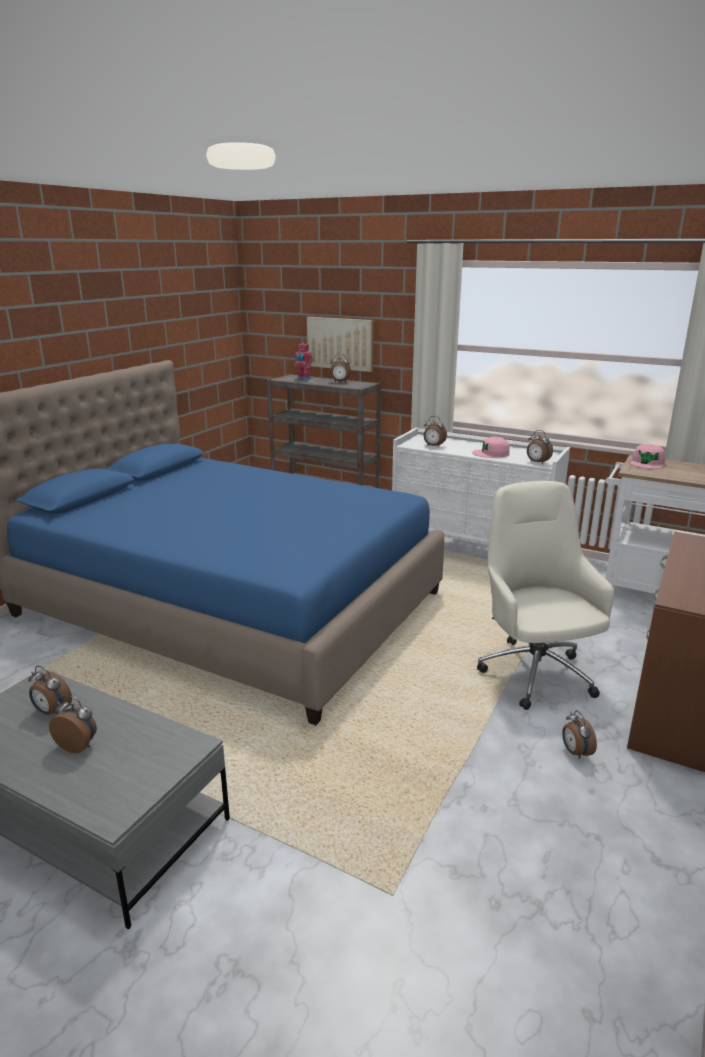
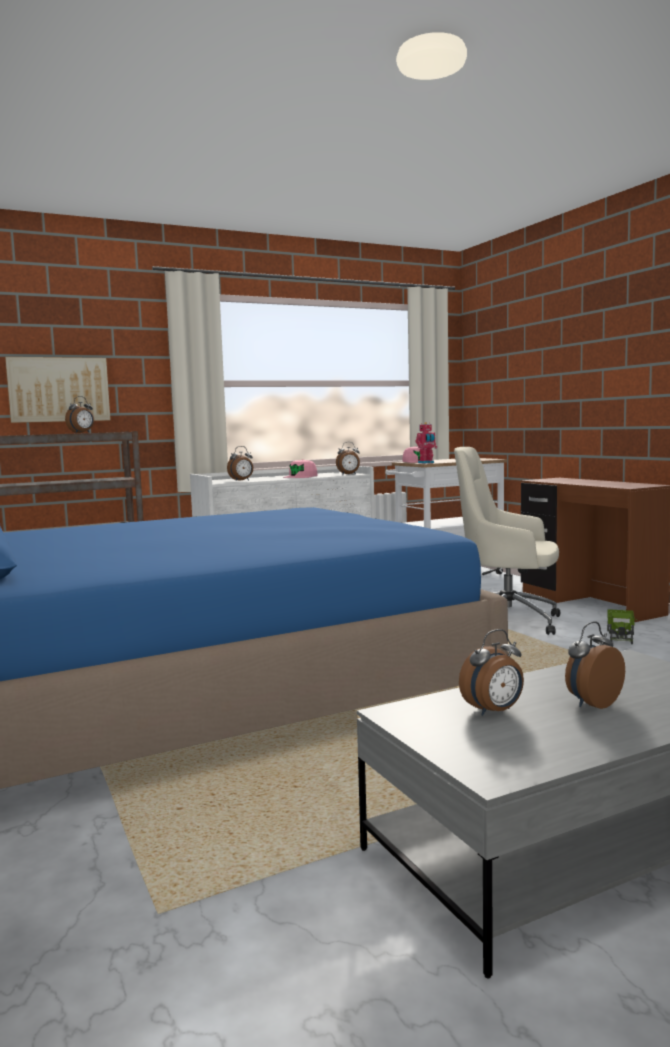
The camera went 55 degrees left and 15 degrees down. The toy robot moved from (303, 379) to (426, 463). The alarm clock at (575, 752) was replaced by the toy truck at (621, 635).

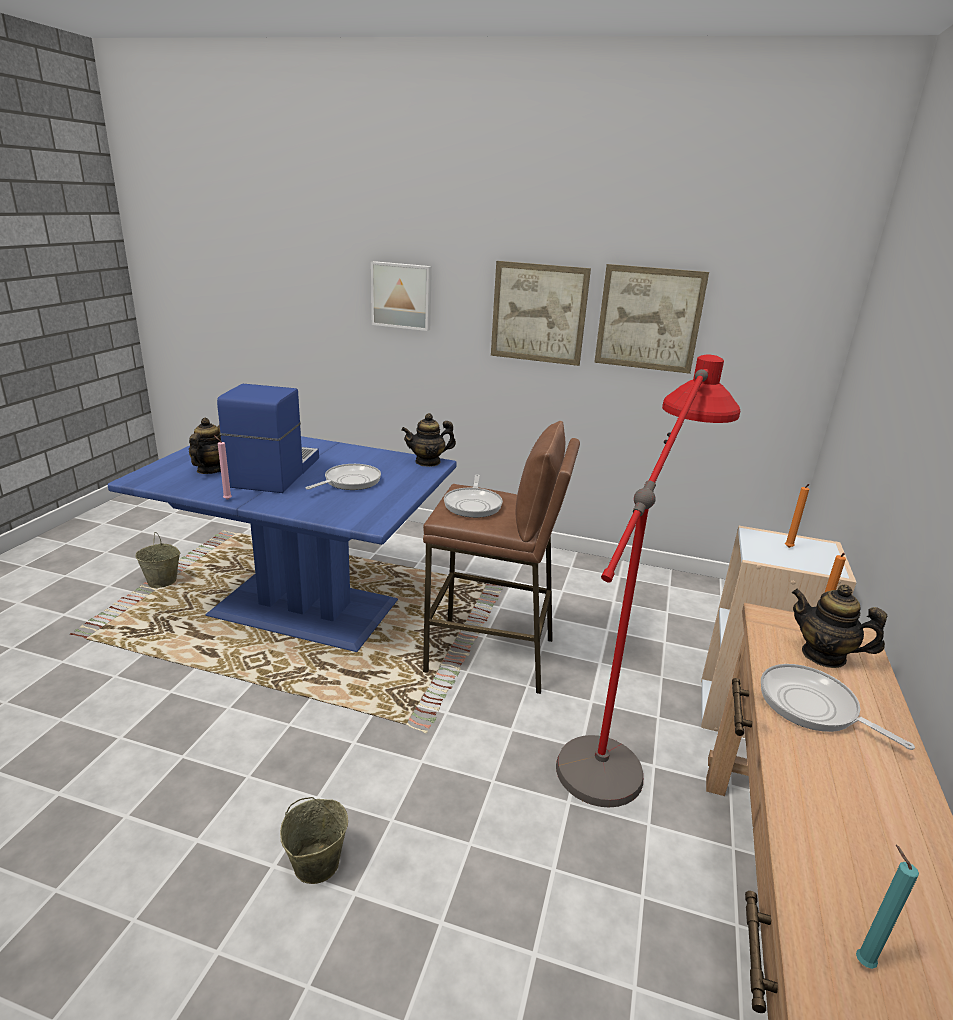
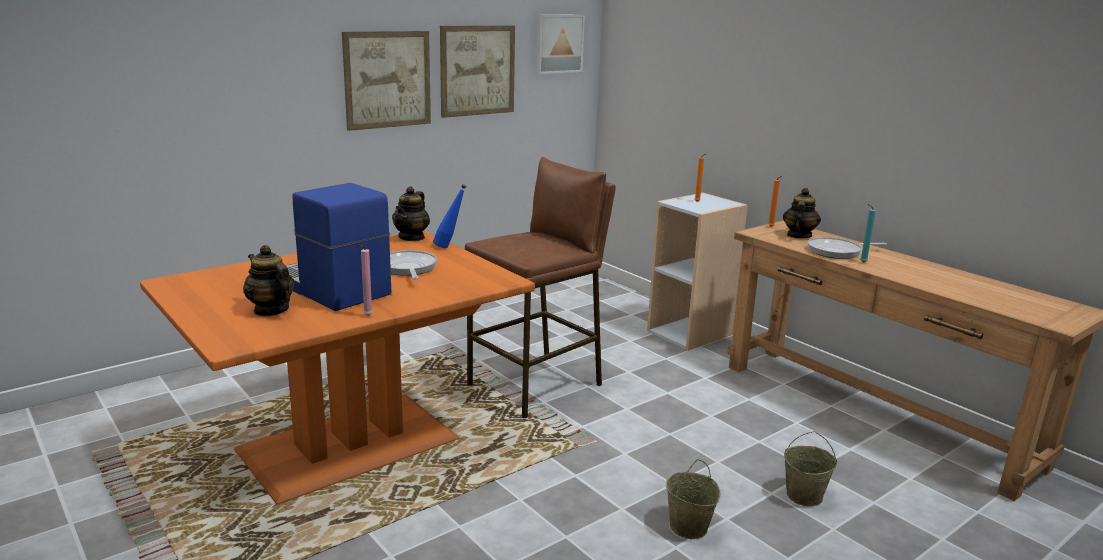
The camera went 55 degrees left and 5 degrees down. The frying pan at (473, 504) disappeared. The red floor lamp at (620, 734) disappeared. The blue bottle at (449, 247) appeared. The beige bucket moved from (163, 581) to (804, 495). The picture moved from (402, 295) to (557, 43). The turquoise candle moved from (861, 960) to (862, 262). The blue dining table at (304, 609) became the orange dining table at (351, 446). The teapot at (824, 655) turned 135 degrees clockwise.

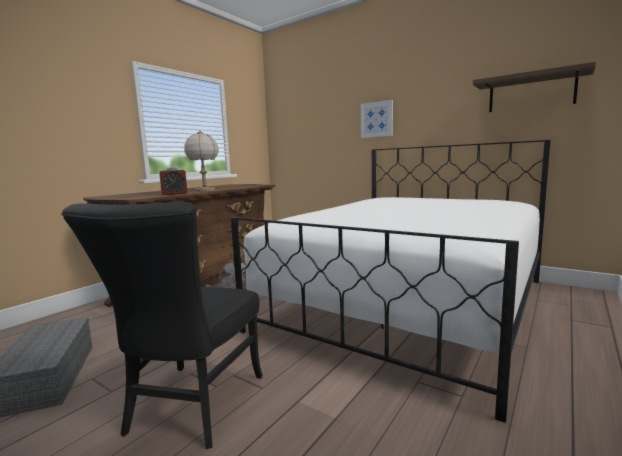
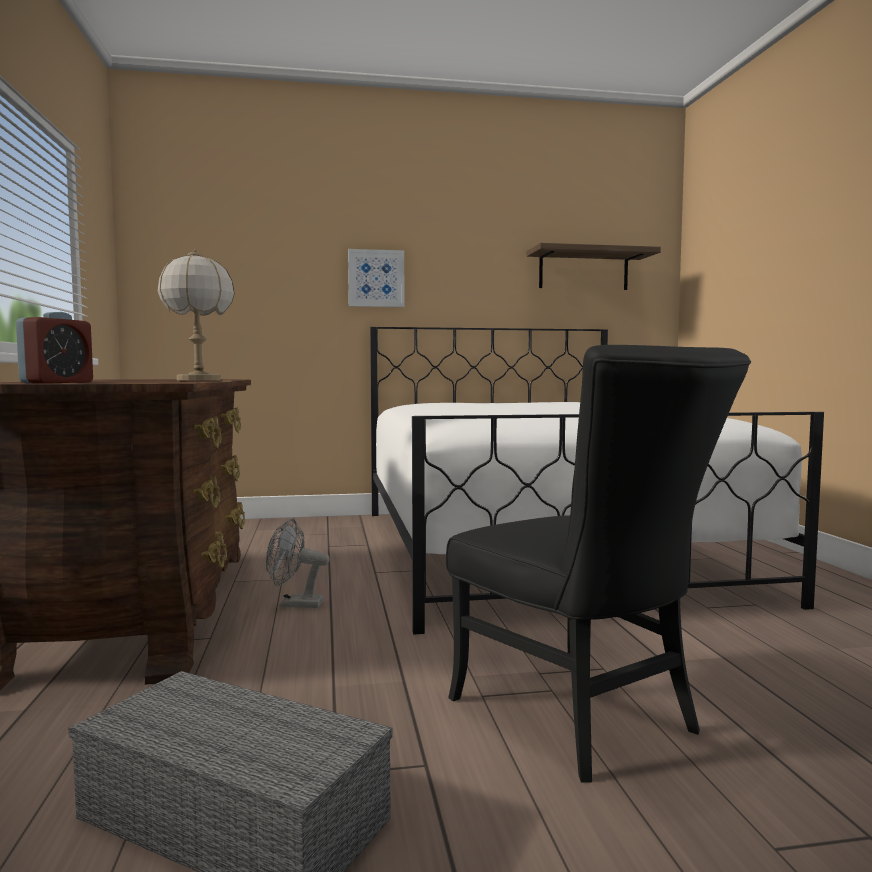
The camera went 45 degrees left and 5 degrees down. The alarm clock moved from (174, 194) to (57, 382).

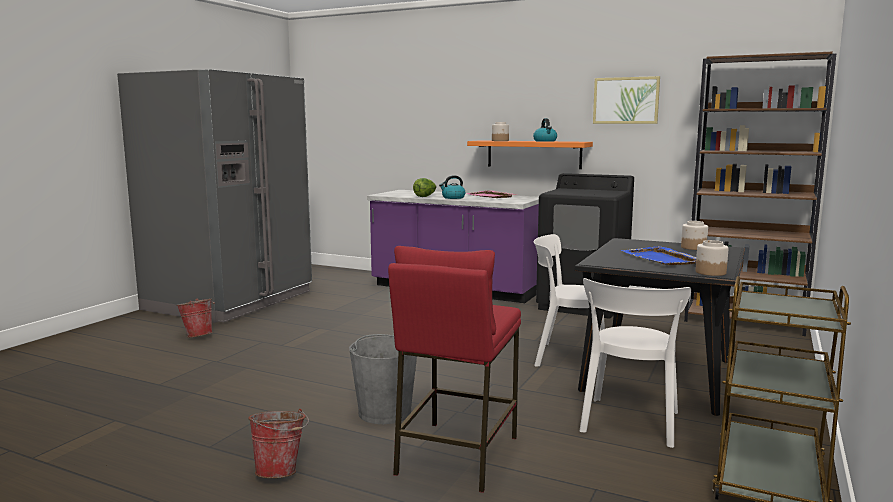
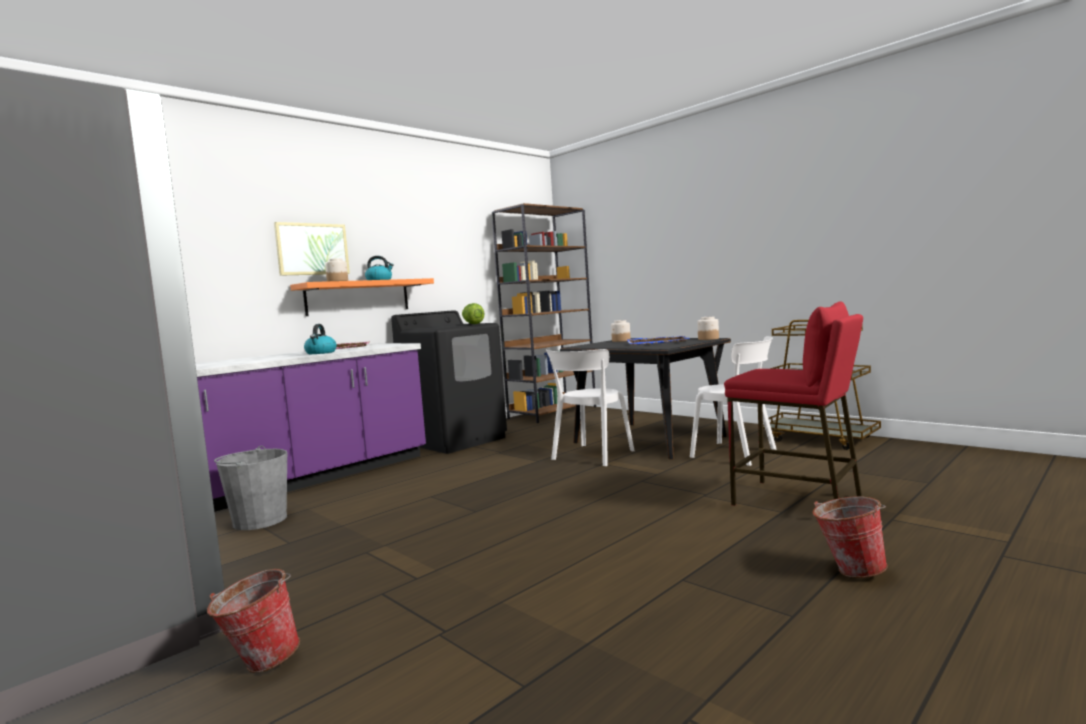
The camera went 70 degrees left and 5 degrees down. The grey bucket moved from (384, 412) to (259, 520). The lettuce moved from (425, 196) to (473, 324). The picture moved from (626, 100) to (312, 249).

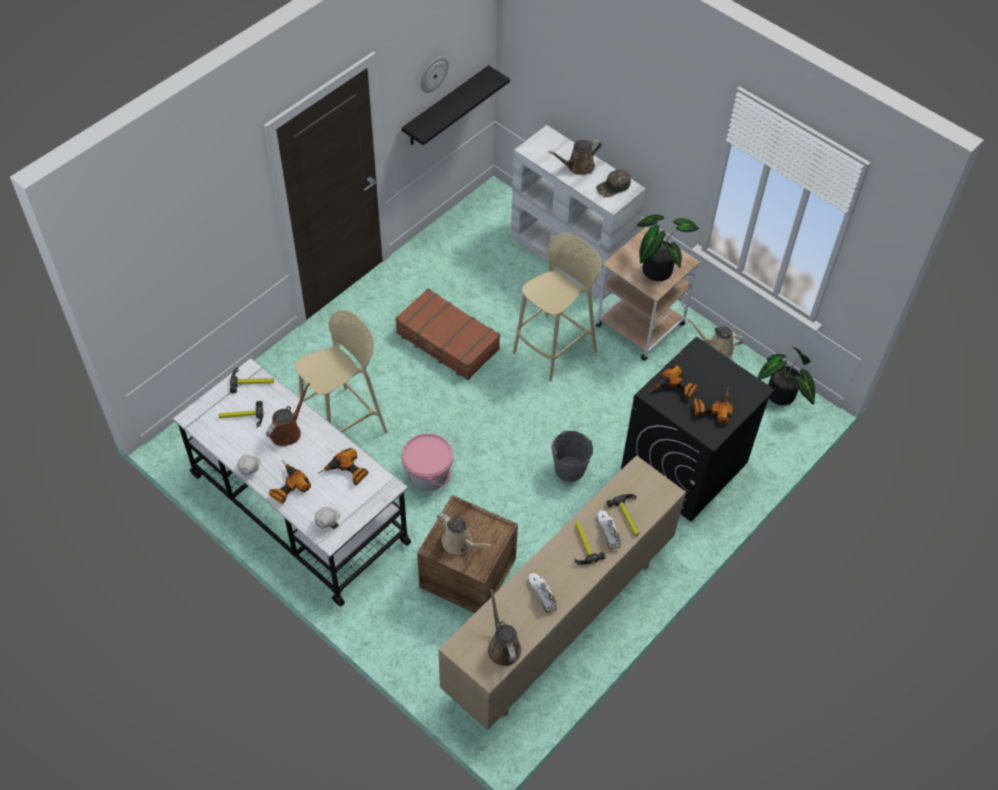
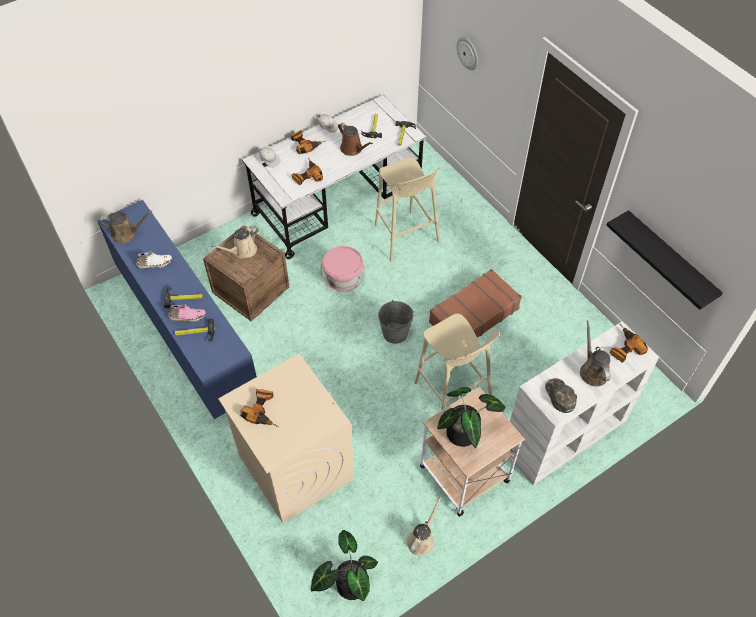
The camera went 105 degrees right and 0 degrees up. The wall clock moved from (433, 73) to (468, 53). The grey bucket moved from (569, 469) to (395, 333). The power drill moved from (675, 389) to (623, 347). The beige cabinet at (560, 623) became the blue cabinet at (187, 338). The white shoe at (609, 532) became the pink shoe at (187, 317). The black washing machine at (684, 466) became the beige washing machine at (295, 466).

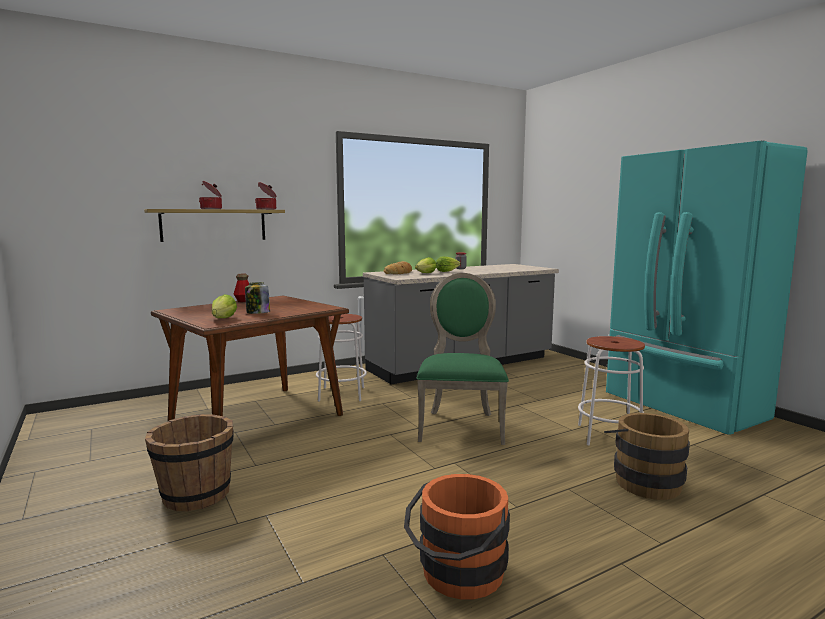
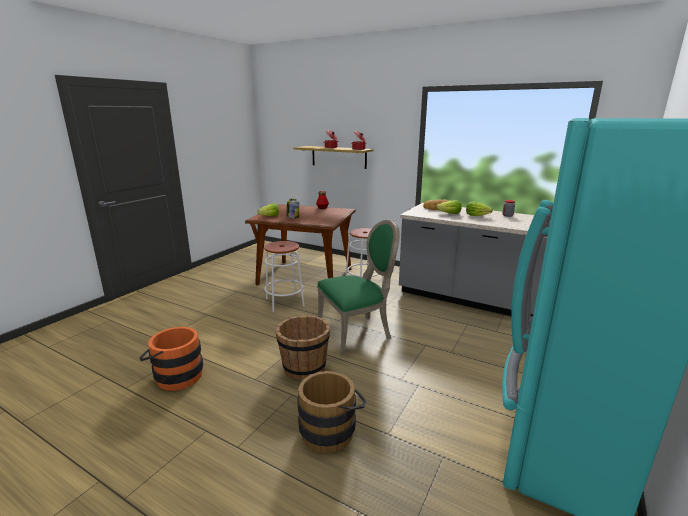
The camera went 60 degrees right and 10 degrees up. The brown bucket moved from (195, 495) to (304, 368). The white stool moved from (608, 435) to (284, 302).

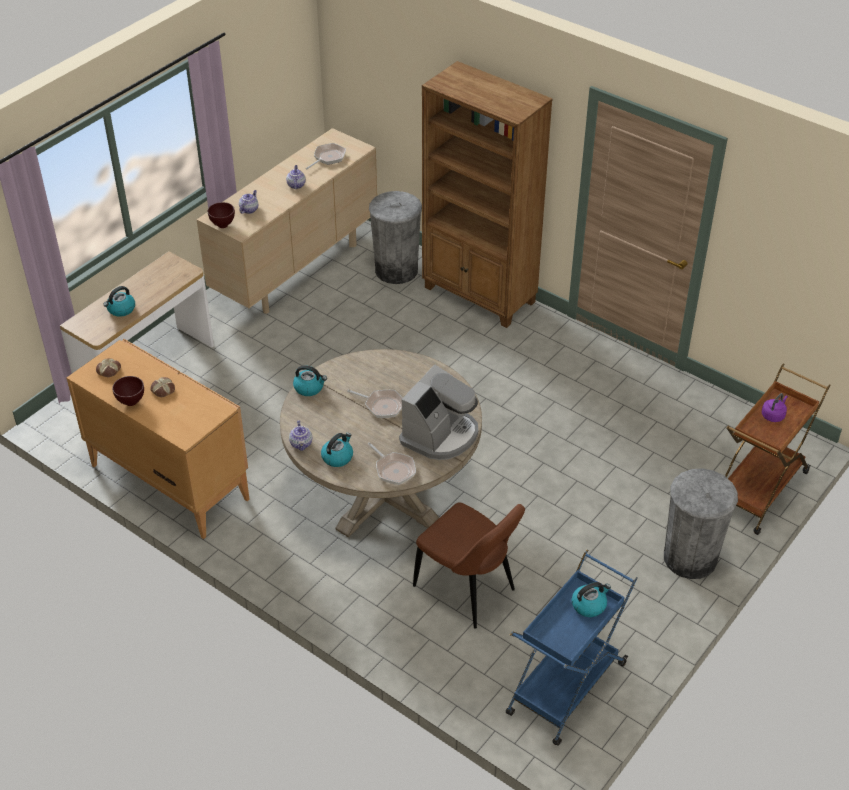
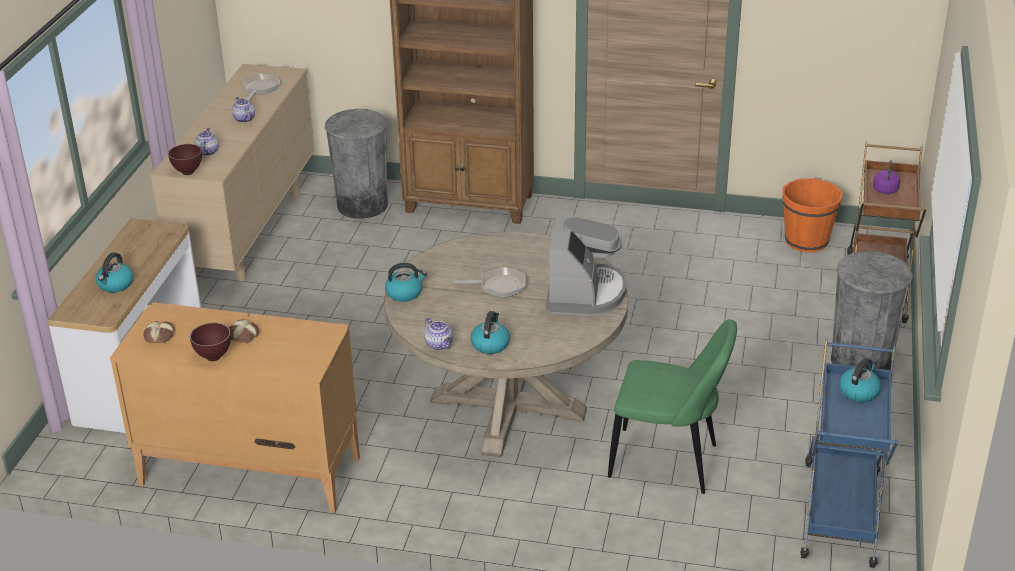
The camera went 25 degrees left and 10 degrees down. The frying pan at (393, 469) disappeared. The orange bucket at (806, 241) appeared. The brown chair at (468, 590) became the green chair at (668, 462).

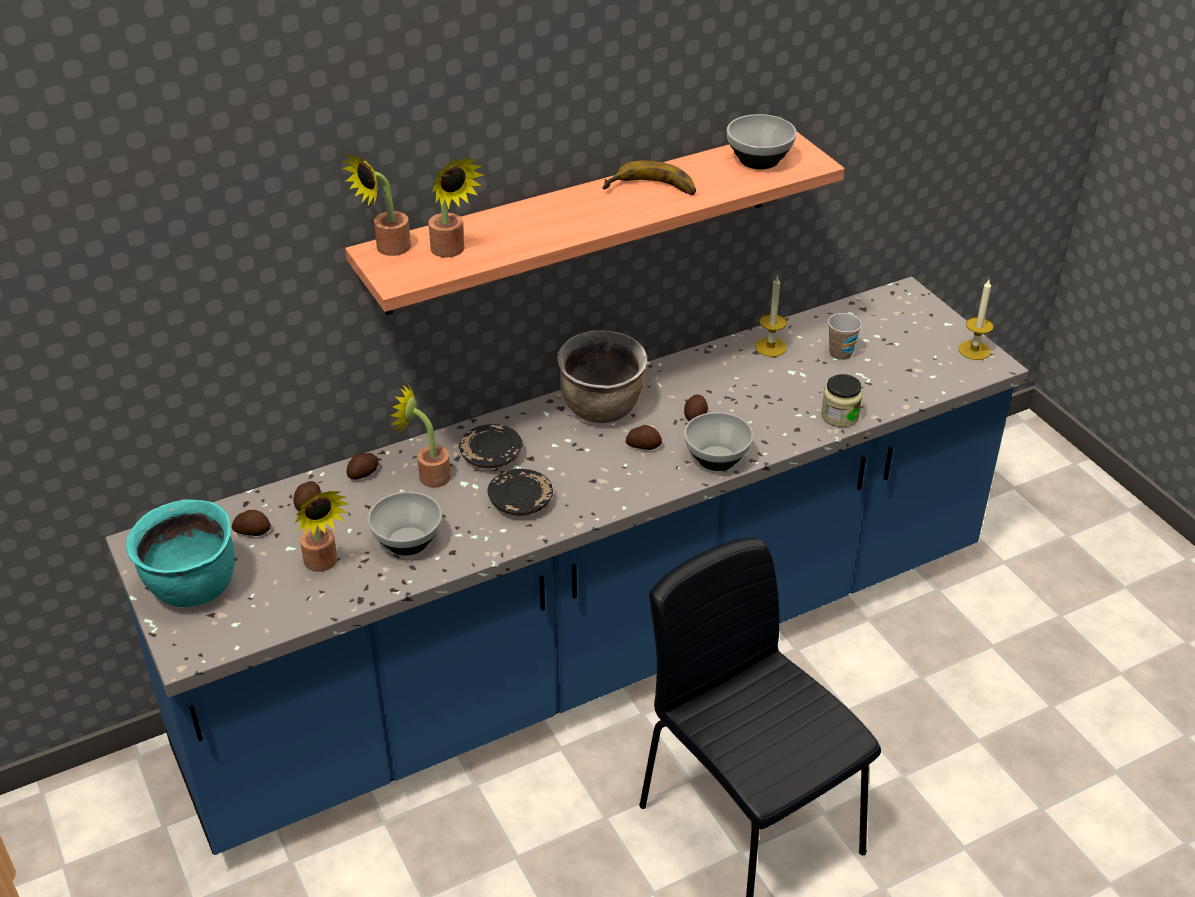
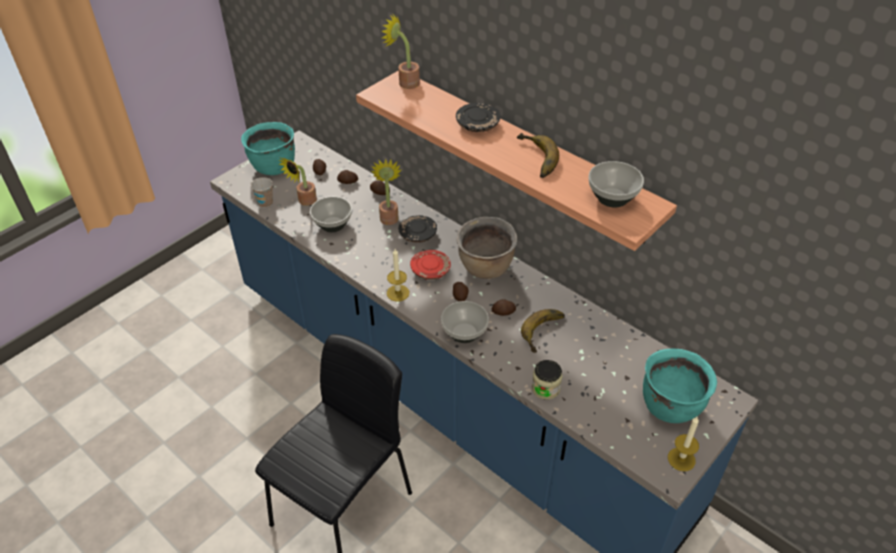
The camera went 70 degrees right and 5 degrees up. The potted plant at (451, 251) disappeared. The red plate at (430, 270) appeared. The banana at (546, 333) appeared. The turquoise cooking pot at (670, 405) appeared. The black plate moved from (520, 501) to (478, 124). The candle moved from (770, 347) to (398, 293). The cup moved from (840, 353) to (265, 203).

